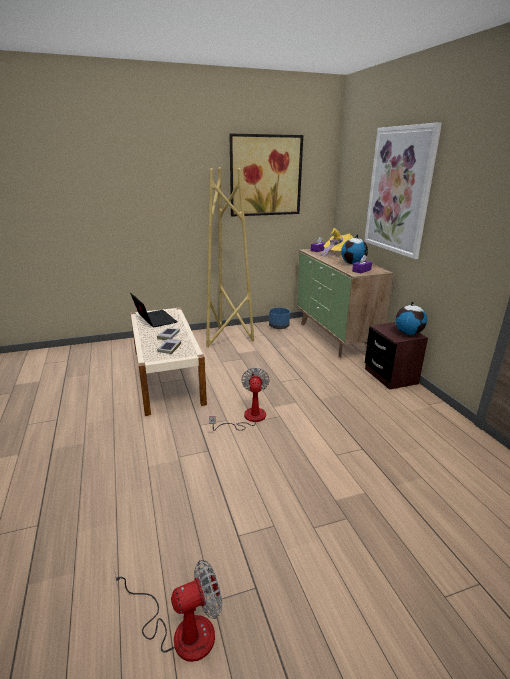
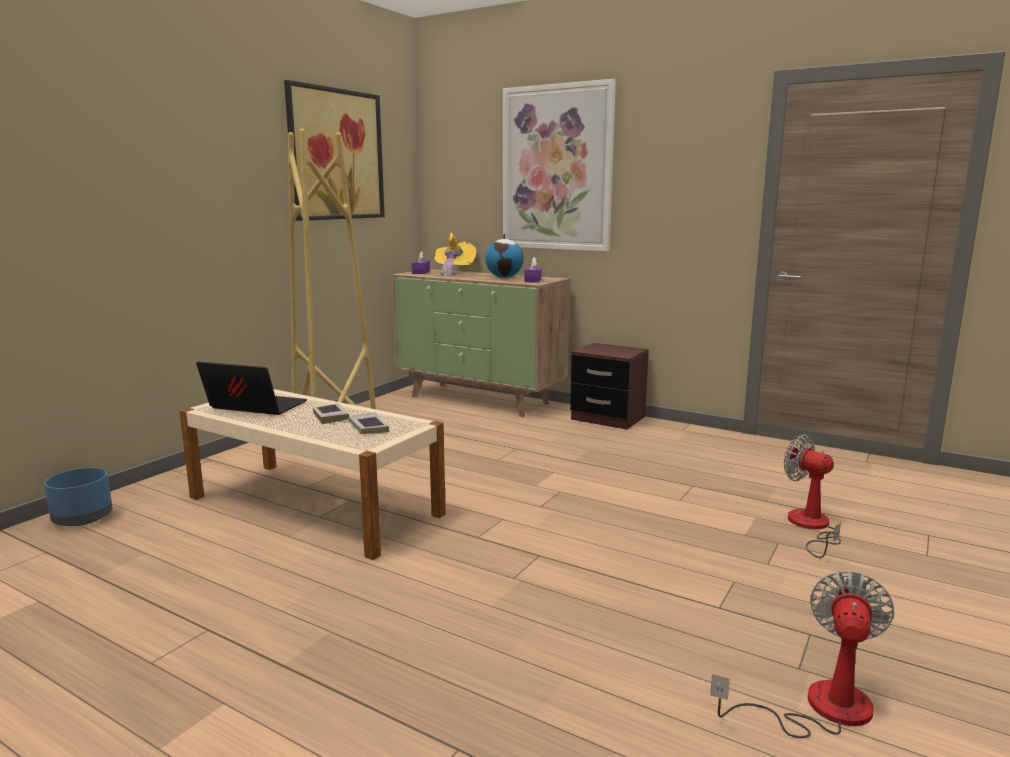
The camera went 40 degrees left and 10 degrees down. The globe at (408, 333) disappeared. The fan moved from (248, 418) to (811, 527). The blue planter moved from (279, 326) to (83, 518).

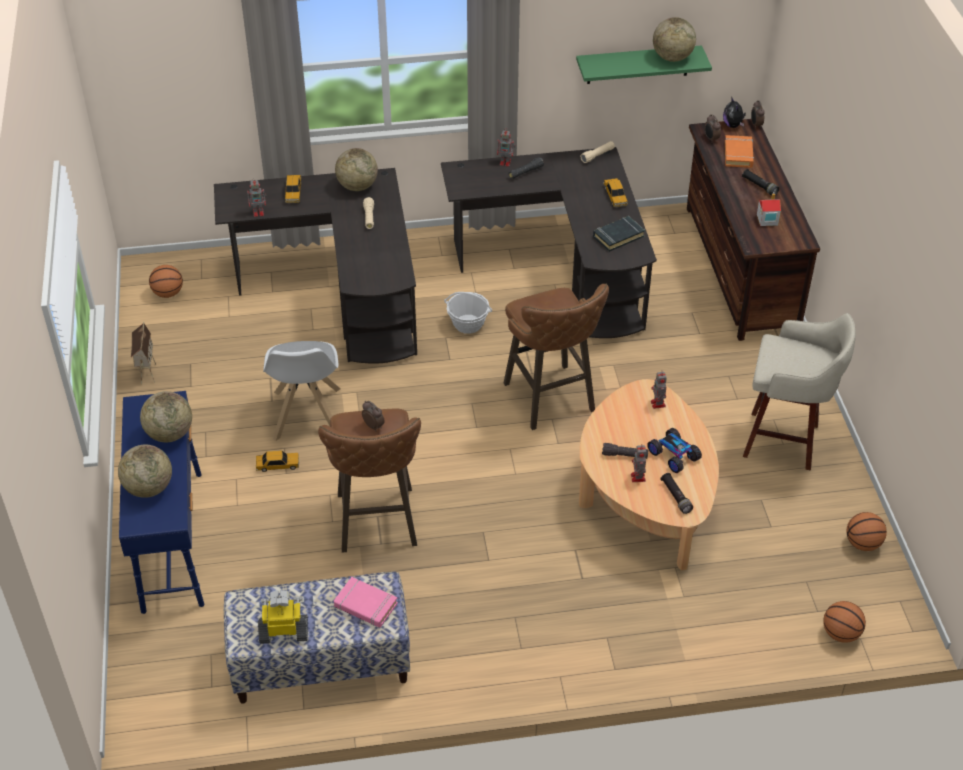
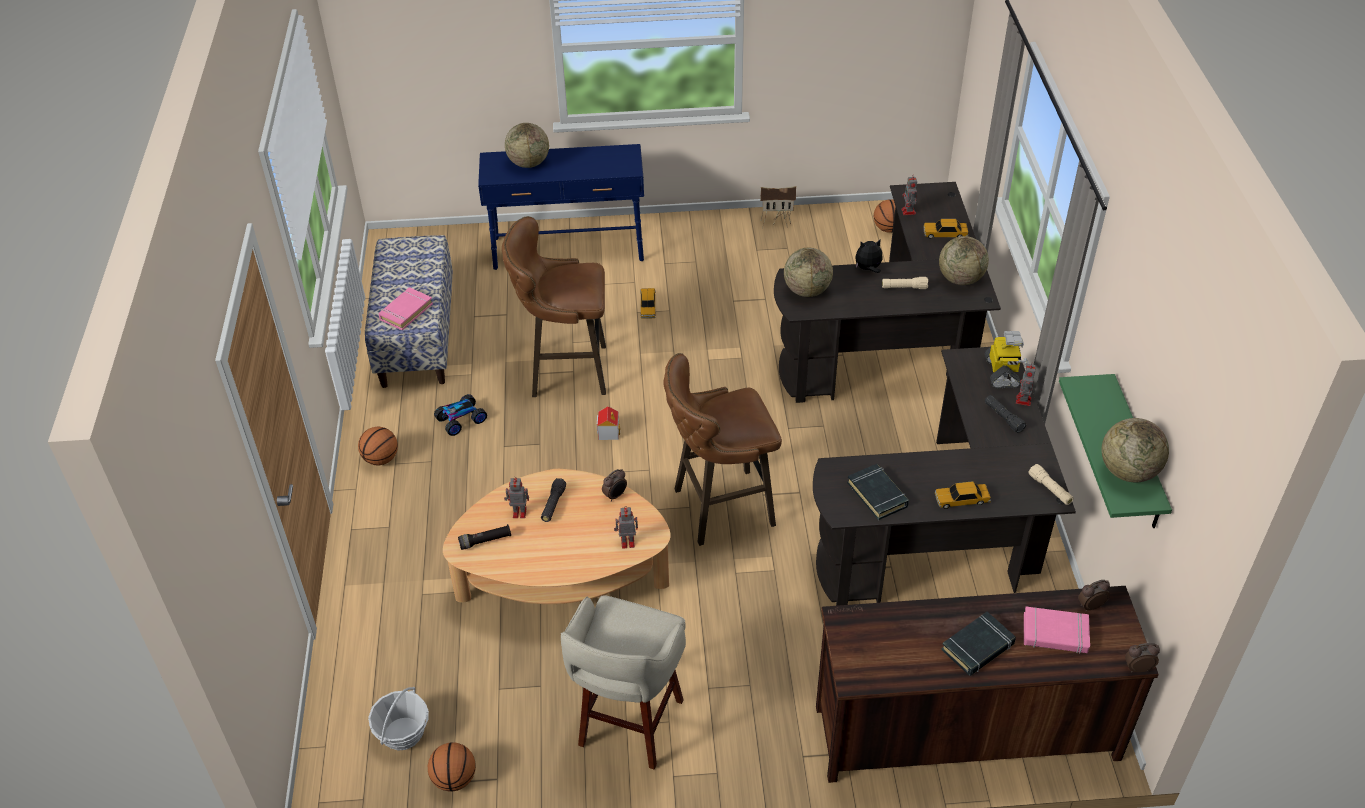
The camera went 95 degrees right and 0 degrees up. The chair at (306, 416) disappeared. The globe moved from (169, 434) to (807, 290). The toy robot moved from (284, 631) to (1002, 373). The alarm clock moved from (374, 426) to (615, 496). The basket moved from (468, 324) to (403, 733). The toy car moved from (674, 455) to (461, 420). The plush toy moved from (733, 125) to (868, 269). The toy house moved from (767, 220) to (609, 432). The basketball moved from (840, 633) to (381, 459). The black flashlight at (759, 186) was replaced by the black book at (978, 647). The orange book at (738, 154) became the pink book at (1055, 634).

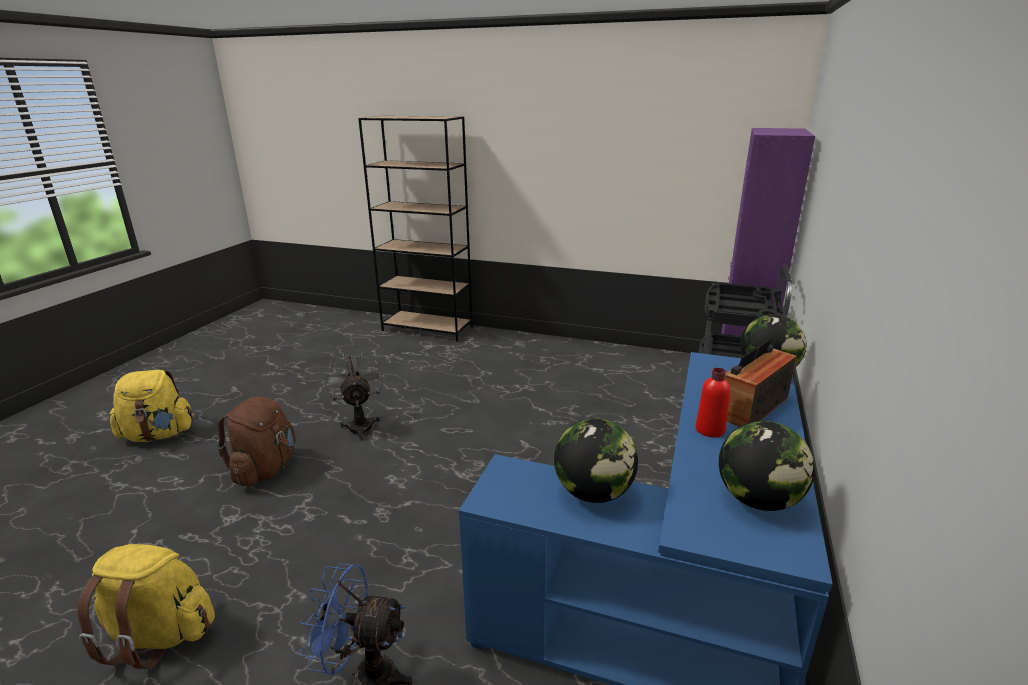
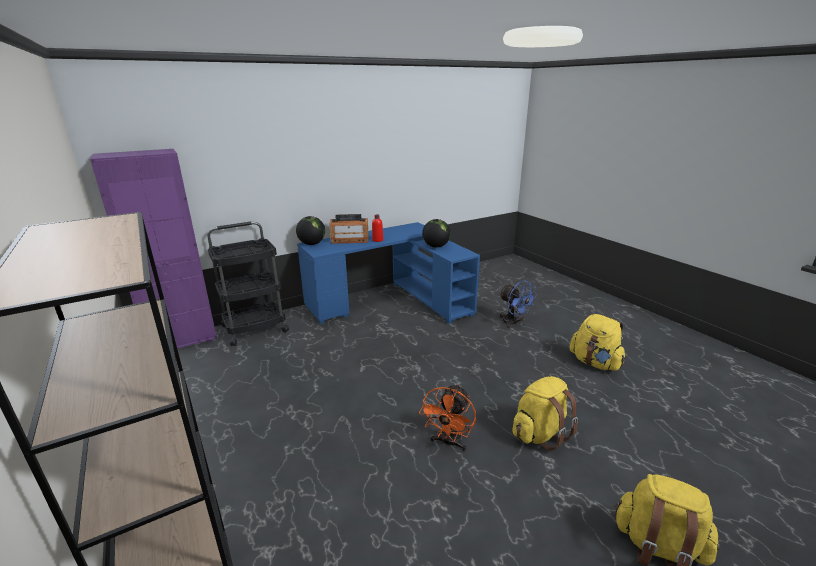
The camera went 140 degrees left and 0 degrees up. The globe at (758, 500) disappeared. The brown backpack at (265, 469) became the yellow backpack at (539, 433). The grey fan at (360, 424) became the orange fan at (449, 443).

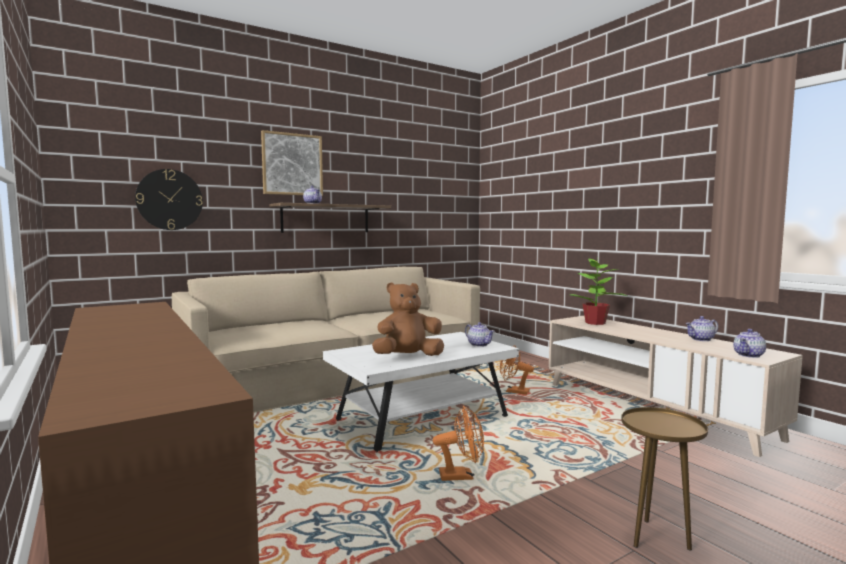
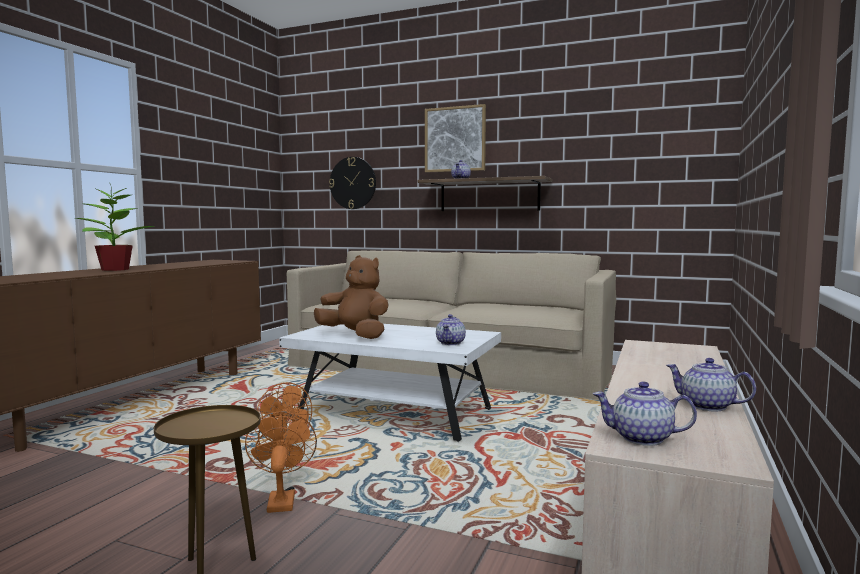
The camera went 55 degrees right and 0 degrees up. The orange fan moved from (513, 391) to (281, 499). The potted plant moved from (595, 323) to (114, 269).

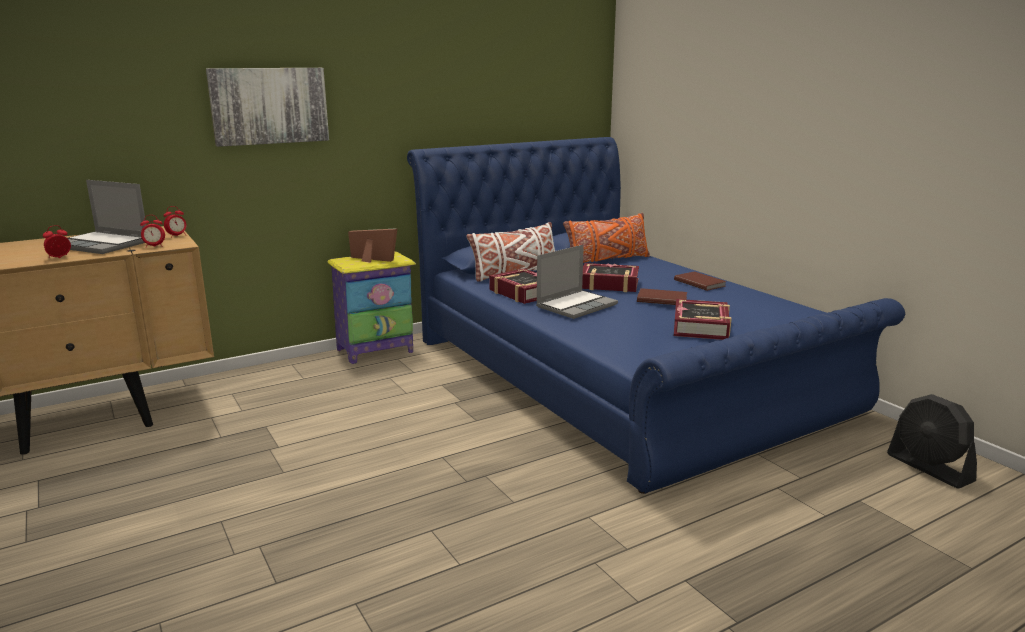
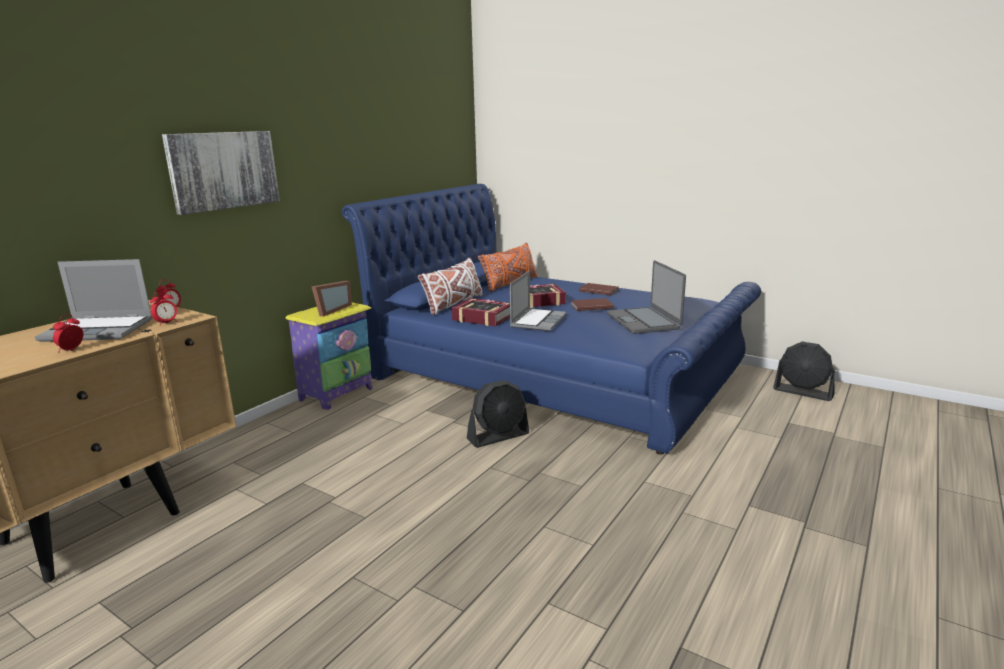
The camera went 25 degrees left and 0 degrees up. The black fan at (498, 436) appeared. The book at (701, 327) was replaced by the laptop at (643, 321). The picture frame at (371, 260) turned 120 degrees clockwise.

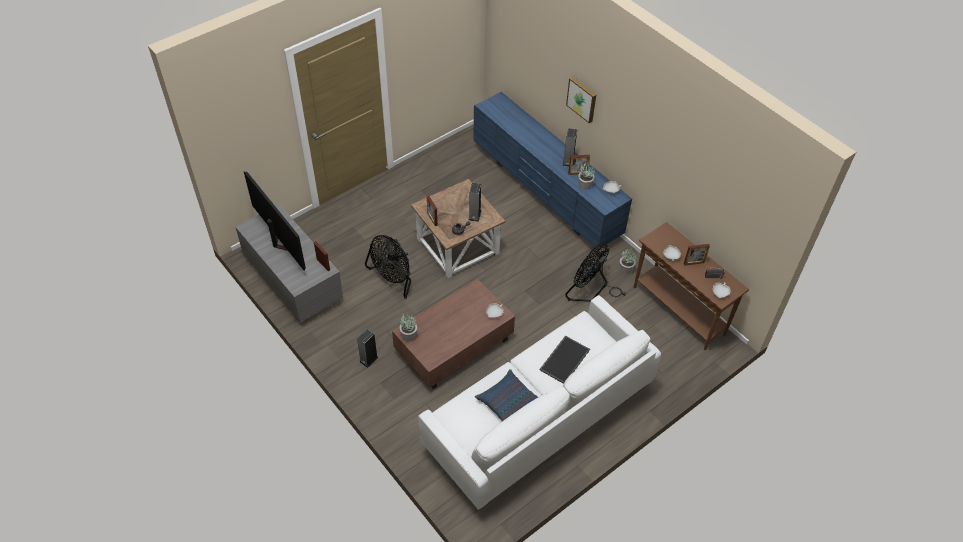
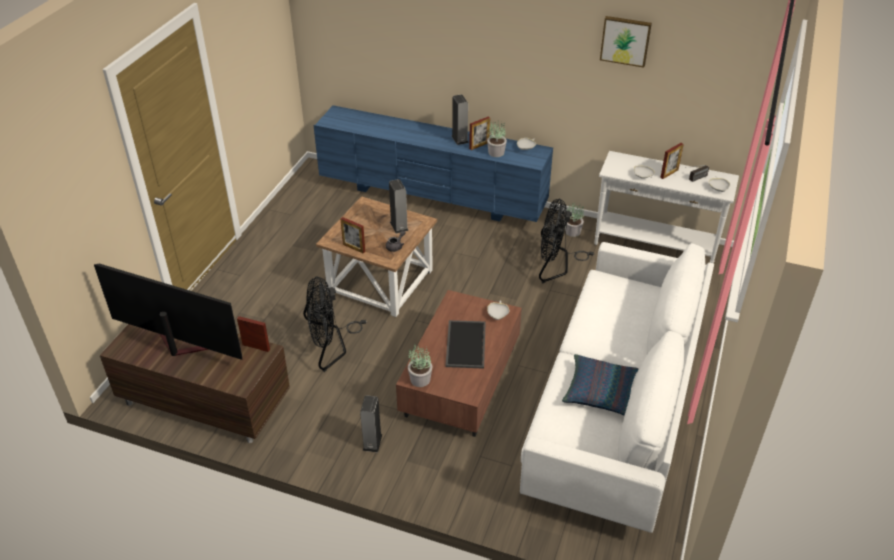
The camera went 30 degrees left and 10 degrees down. The tray moved from (564, 359) to (464, 344). The picture moved from (582, 99) to (625, 40). The grey tv stand at (293, 279) became the brown tv stand at (204, 399). The brown console table at (679, 310) became the white console table at (656, 246). The black fan at (394, 276) turned 60 degrees clockwise.

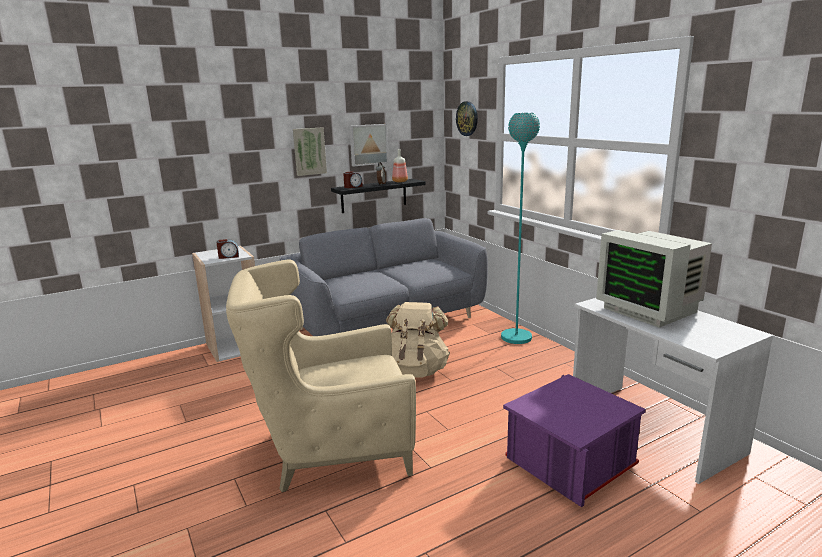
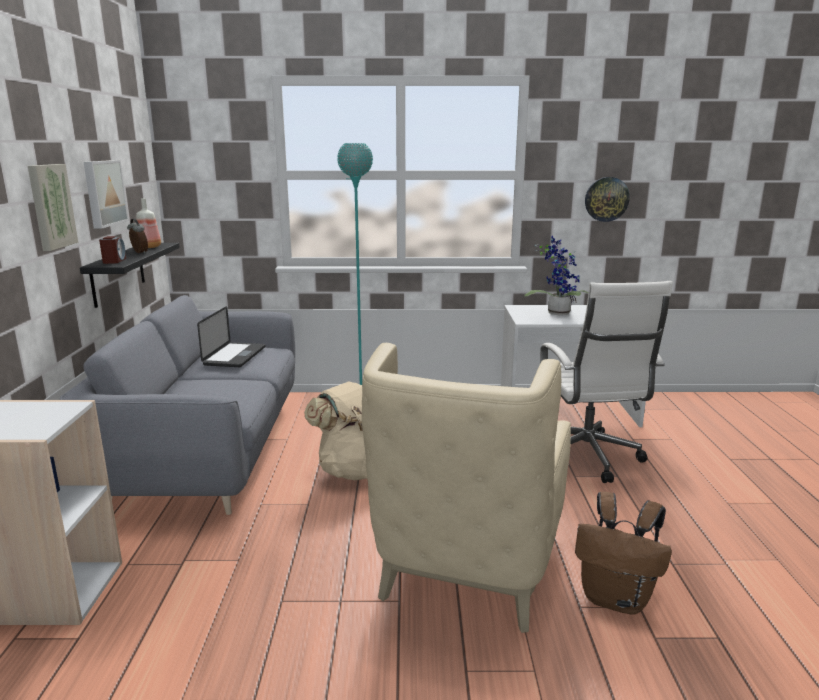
The camera went 60 degrees left and 0 degrees up. The alarm clock at (228, 256) disappeared. The laptop at (235, 356) appeared. The brown backpack at (616, 598) appeared. The wall clock moved from (467, 118) to (606, 199). The purple storage box at (568, 463) was replaced by the white office chair at (588, 458). The monitor at (650, 310) was replaced by the potted plant at (557, 312).

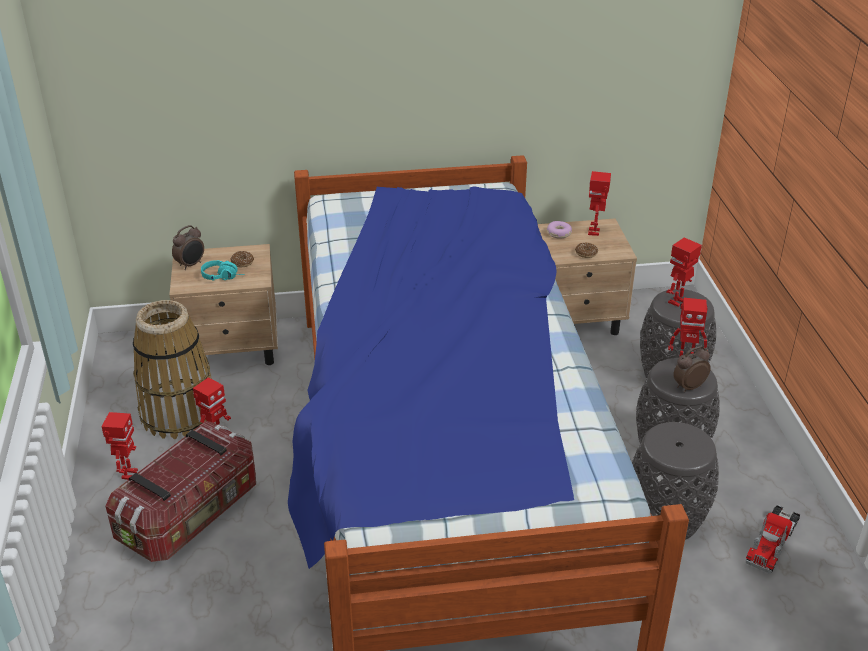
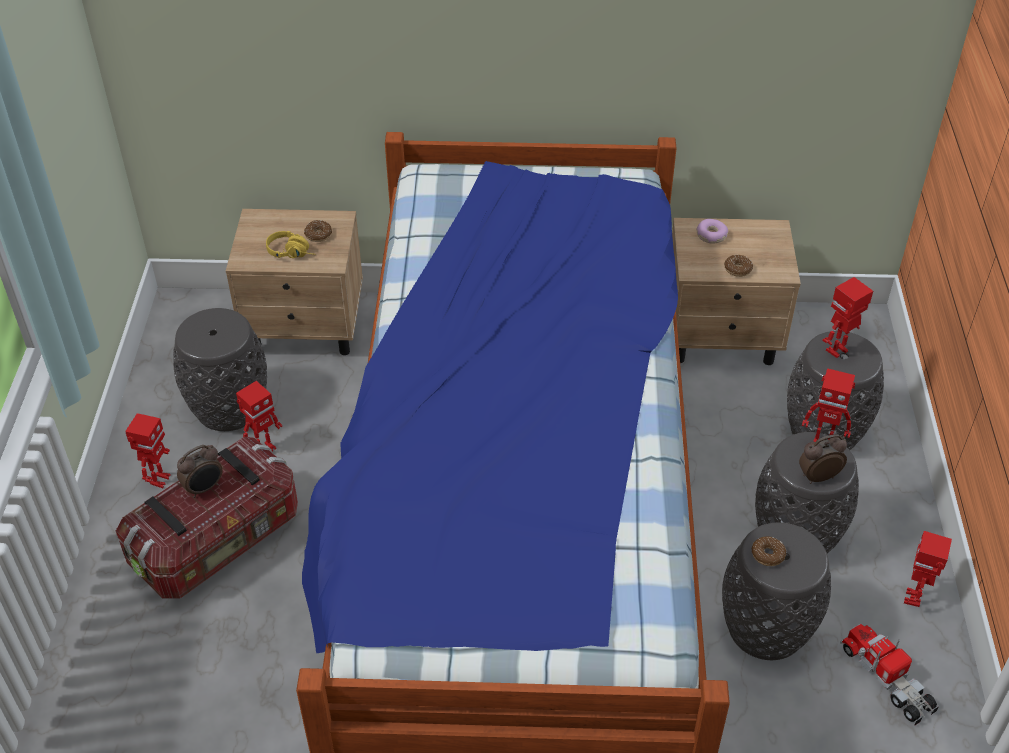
The camera went 10 degrees right and 10 degrees up. The donut at (768, 555) appeared. The alarm clock moved from (191, 265) to (204, 488). The toy robot moved from (594, 232) to (914, 598). The basket at (179, 413) was replaced by the grey stool at (229, 407). The turquoise headphones at (224, 276) became the yellow headphones at (293, 252). The toy truck at (772, 542) turned 105 degrees clockwise.

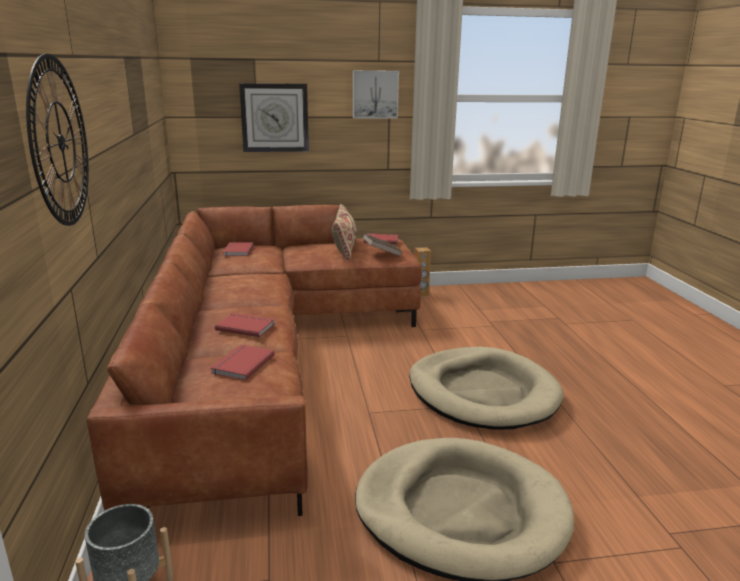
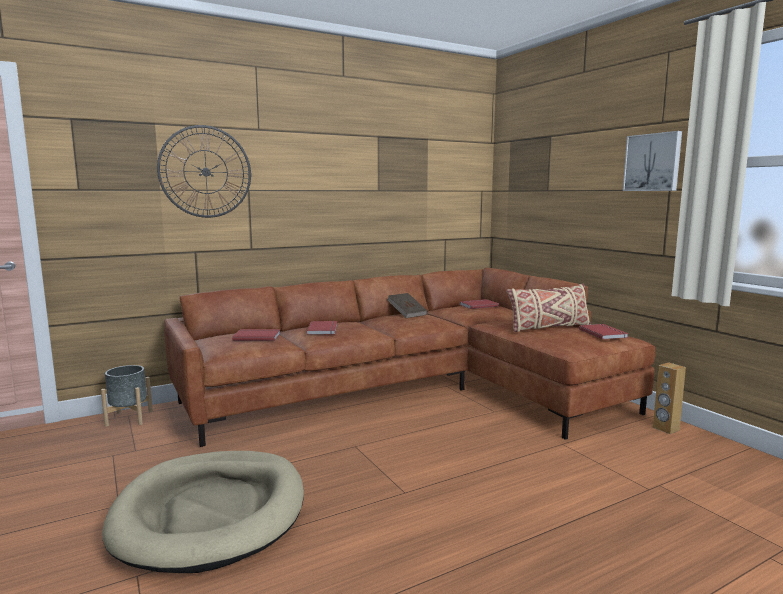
The camera went 70 degrees right and 10 degrees down. The wall clock at (274, 117) disappeared. The beige dog bed at (482, 393) disappeared. The brown book moved from (381, 254) to (407, 314).

